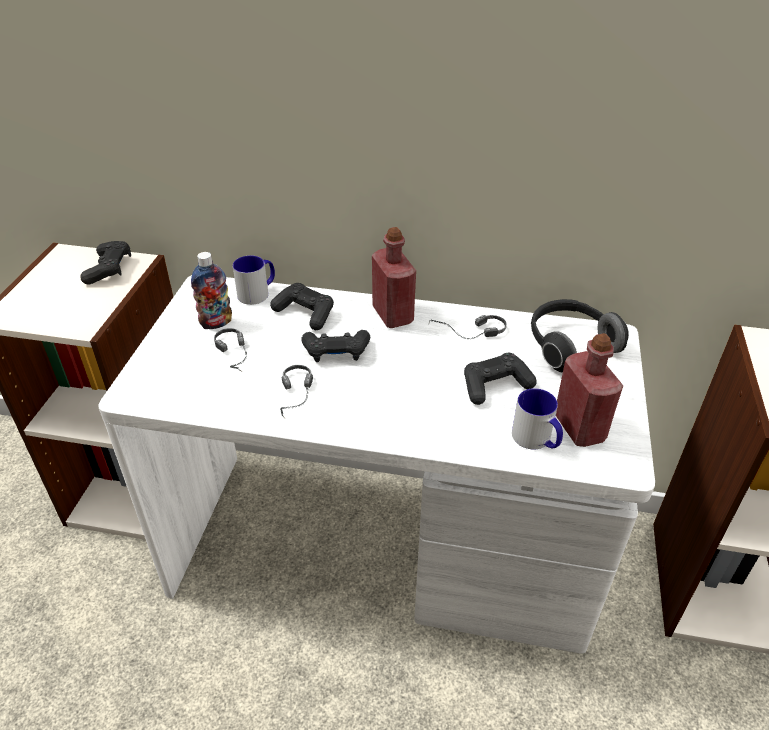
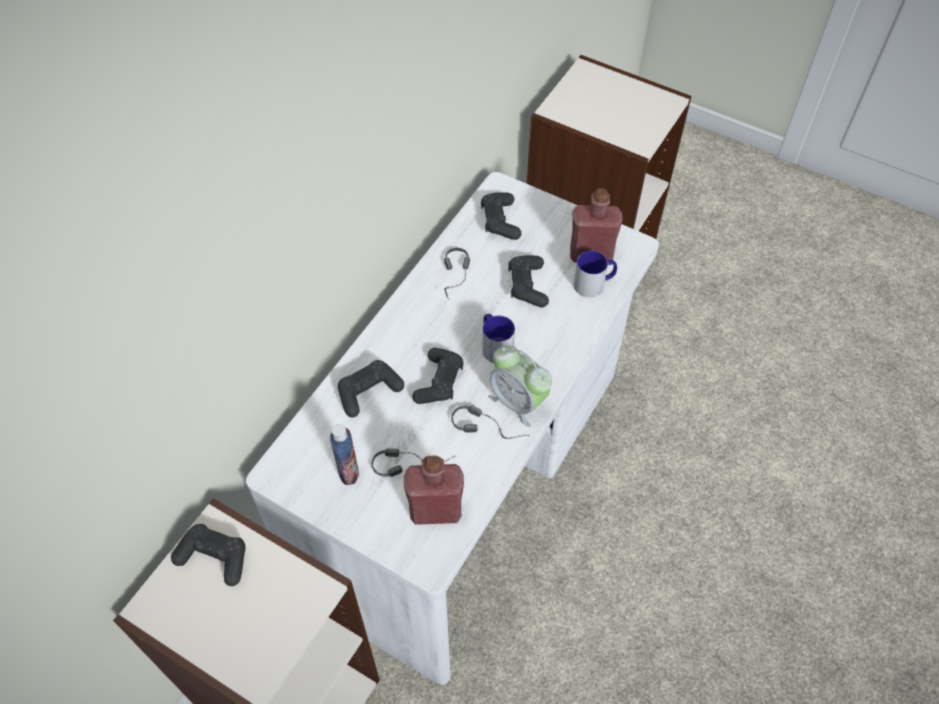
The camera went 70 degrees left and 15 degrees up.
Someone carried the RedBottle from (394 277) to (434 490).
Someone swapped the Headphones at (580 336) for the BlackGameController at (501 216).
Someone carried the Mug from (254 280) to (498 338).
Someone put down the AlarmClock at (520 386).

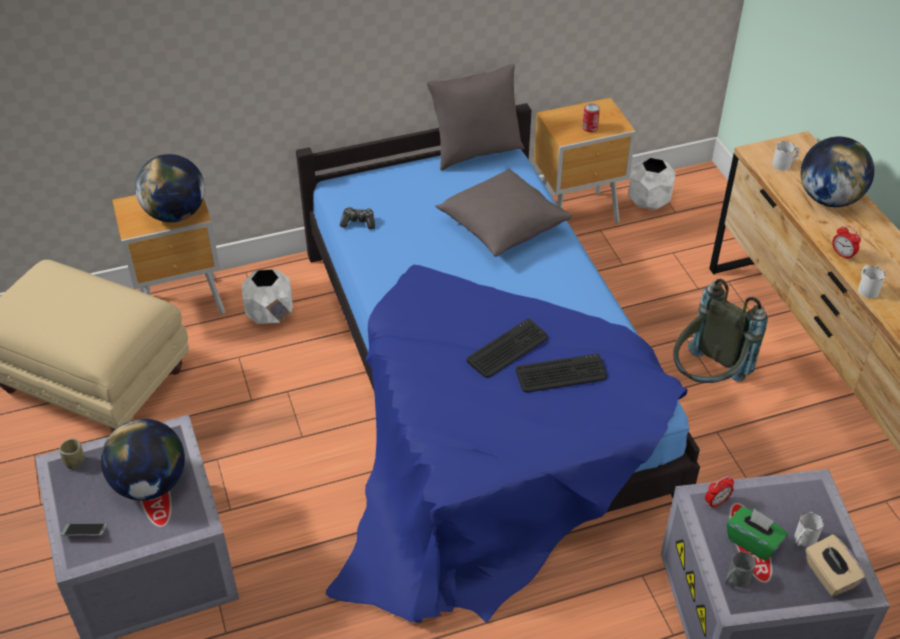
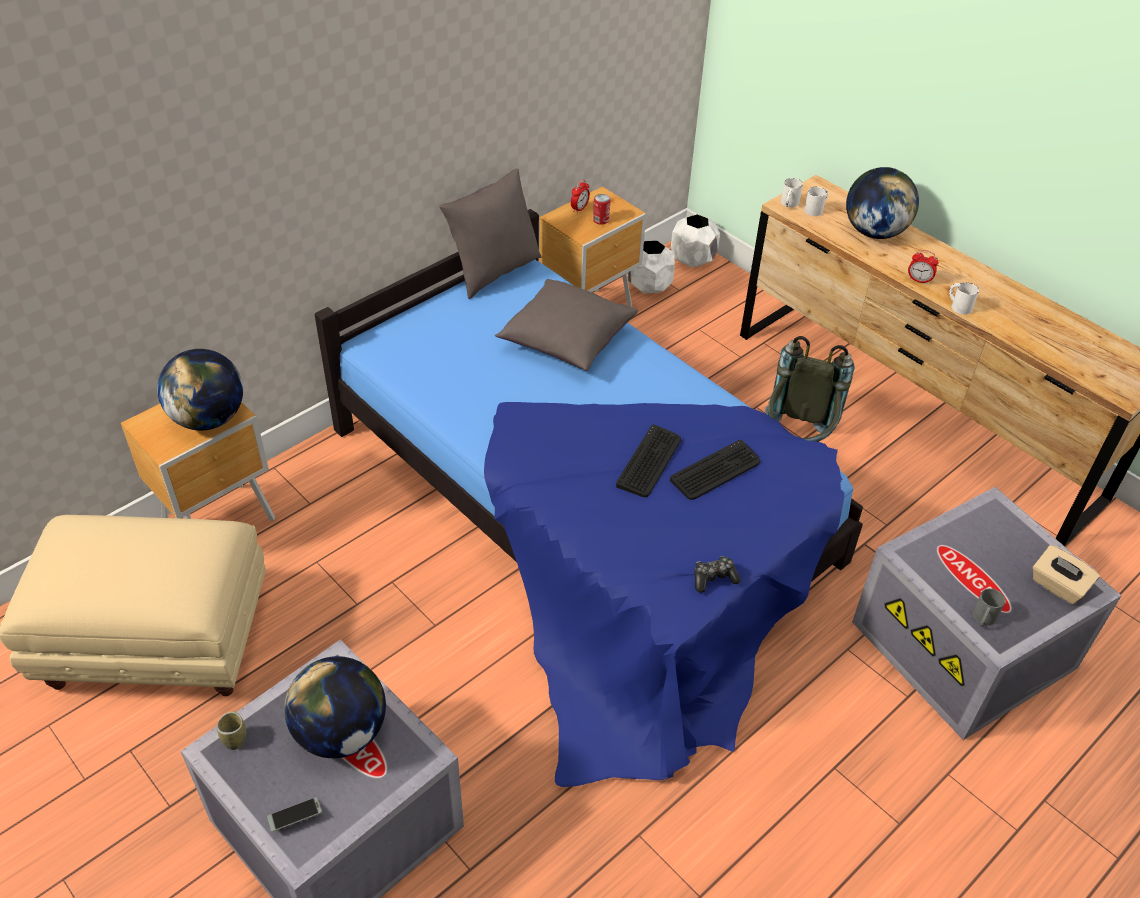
The camera went 25 degrees left and 0 degrees up.
Someone carried the AlarmClock from (719 492) to (580 196).
Someone carried the WhitePlanter from (267 296) to (695 241).
Someone carried the GameController from (357 218) to (717 574).
Someone carried the WhiteMug from (809 529) to (792 192).
Someone took away the GreenTissueBox at (757 534).

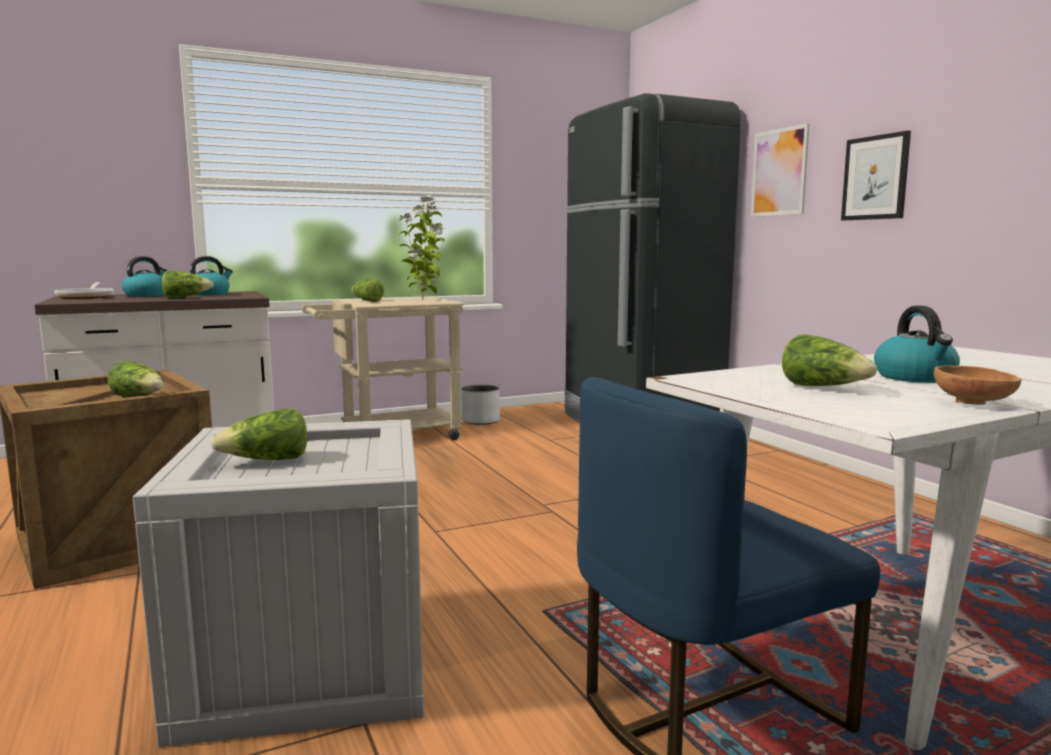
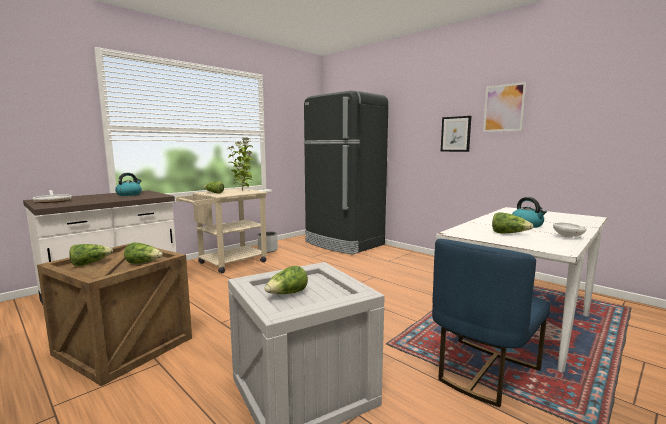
The camera went 20 degrees left and 0 degrees up.
Someone carried the Lettuce from (187 284) to (91 255).
Someone carried the Picture from (780 170) to (505 107).
Someone repainted the BrownBowl at (978 385), which became the WhiteBowl at (570 230).
Someone took away the Kettle at (145 276).

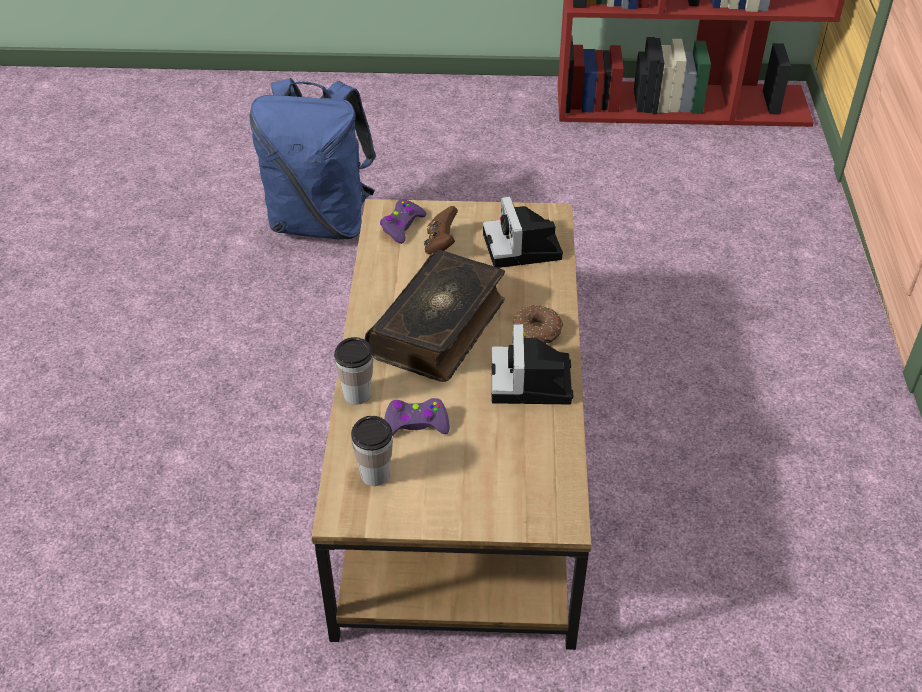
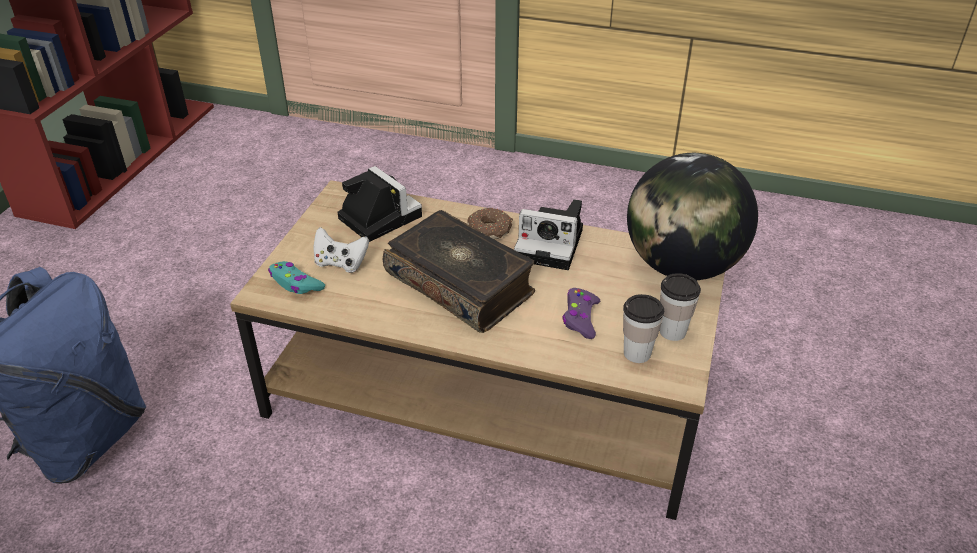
The camera went 75 degrees left and 5 degrees down.
Someone repainted the PurpleGameController at (403 221), which became the TurquoiseGameController at (296 277).
Someone repainted the BrownGameController at (441 230), which became the WhiteGameController at (341 250).
Someone rotated the PhotoCamera at (523 232) by 135 degrees counterclockwise.
Someone put down the Globe at (692 216).
Someone carried the Cup from (353 371) to (680 307).

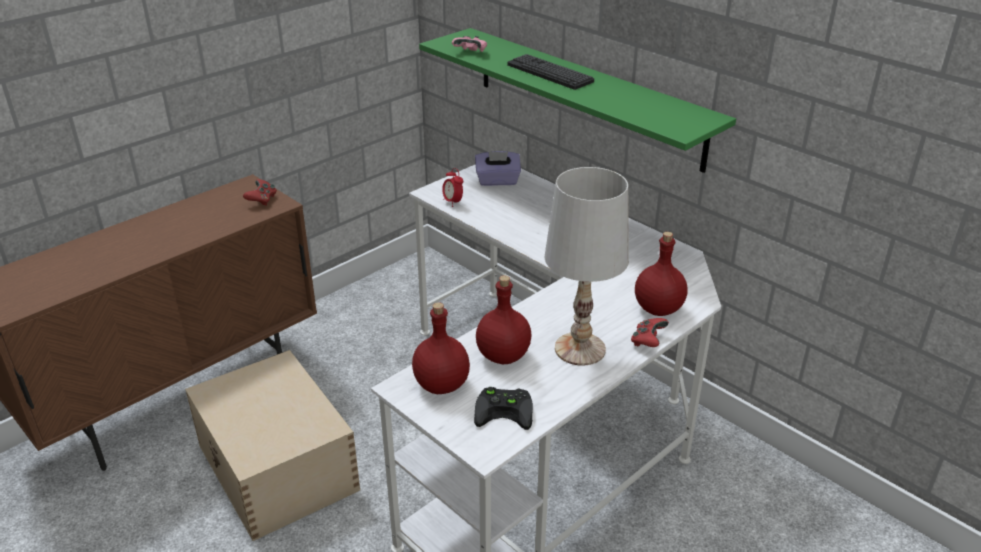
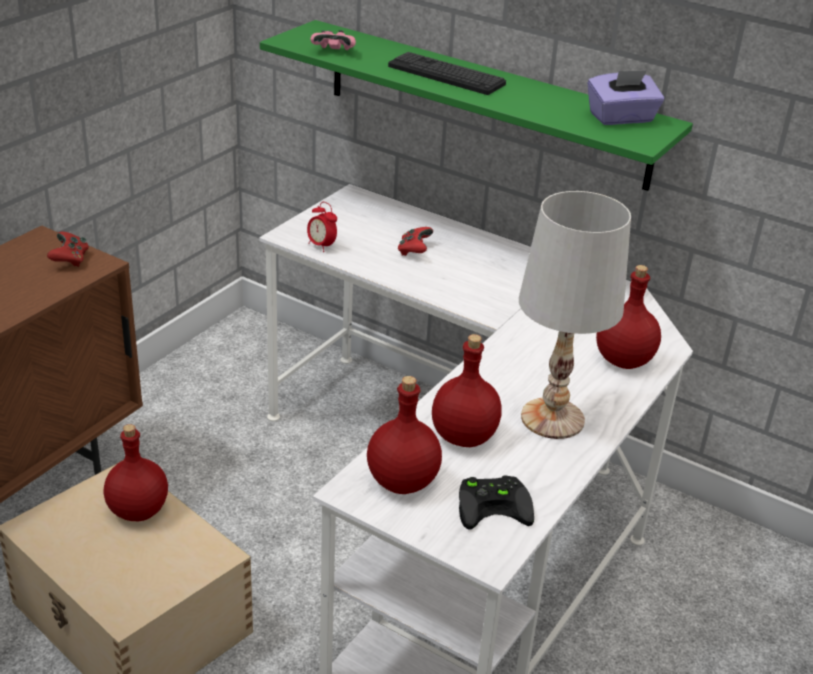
The camera went 15 degrees left and 0 degrees up.
Someone put down the RedBottle at (136 472).
Someone carried the RedGameController from (650 332) to (415 241).
Someone carried the PurpleTissueBox from (498 168) to (626 97).

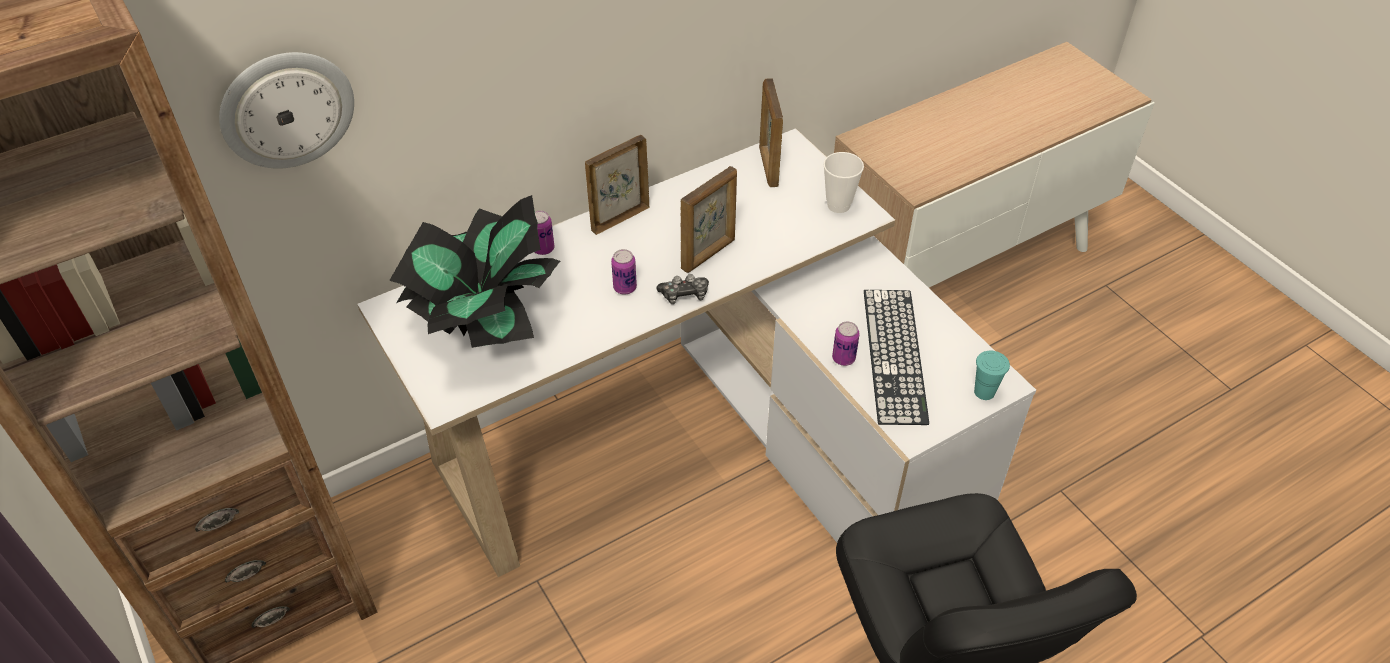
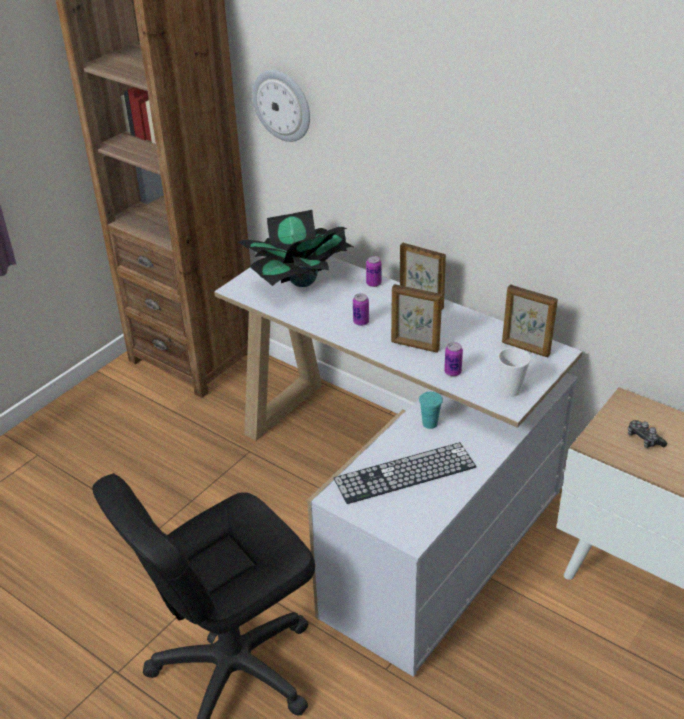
The camera went 70 degrees right and 10 degrees down.
Someone carried the TurquoiseCup from (992 375) to (431 410).
Someone carried the Can from (846 343) to (453 359).
Someone rotated the PictureFrame at (771 132) by 120 degrees counterclockwise.
Someone carried the GameController from (682 289) to (647 434).

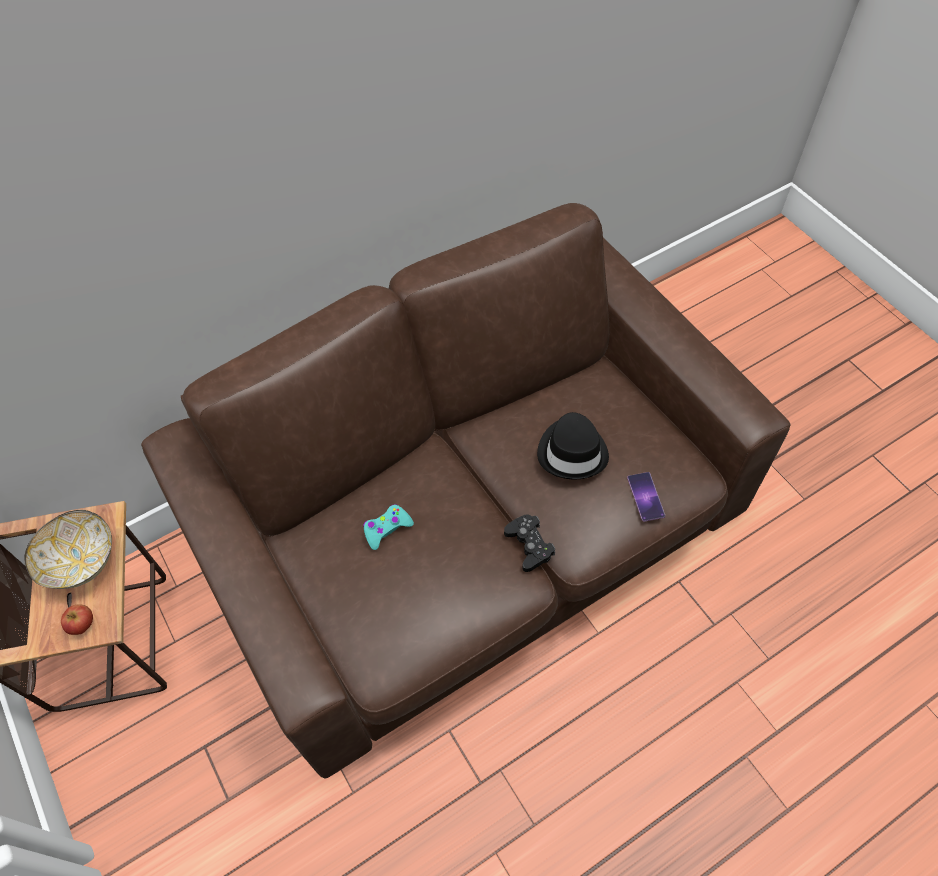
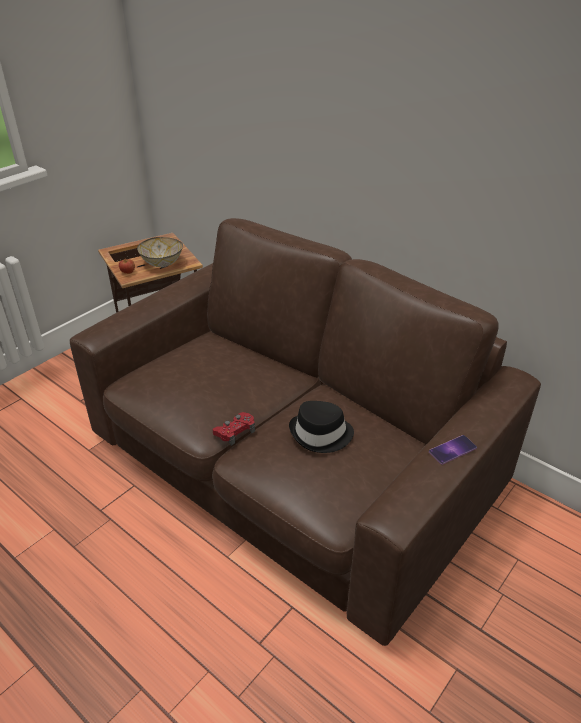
The camera went 70 degrees right and 20 degrees down.
Someone repainted the BlackGameController at (529 543), which became the RedGameController at (233 429).
Someone carried the Phone from (646 497) to (453 450).
Someone took away the TurquoiseGameController at (388 527).

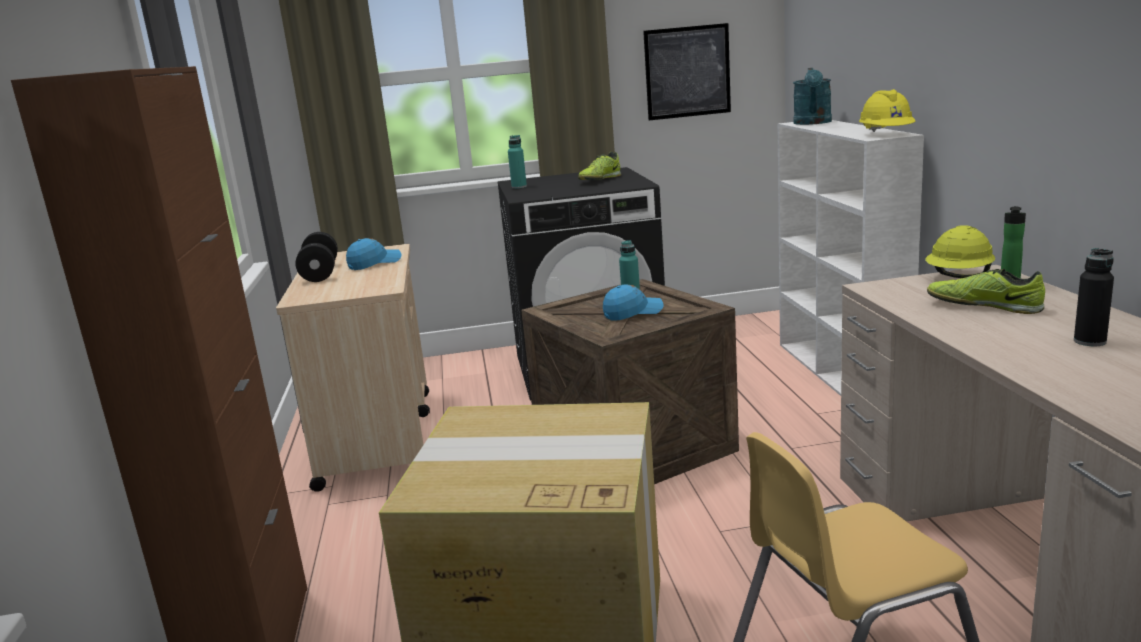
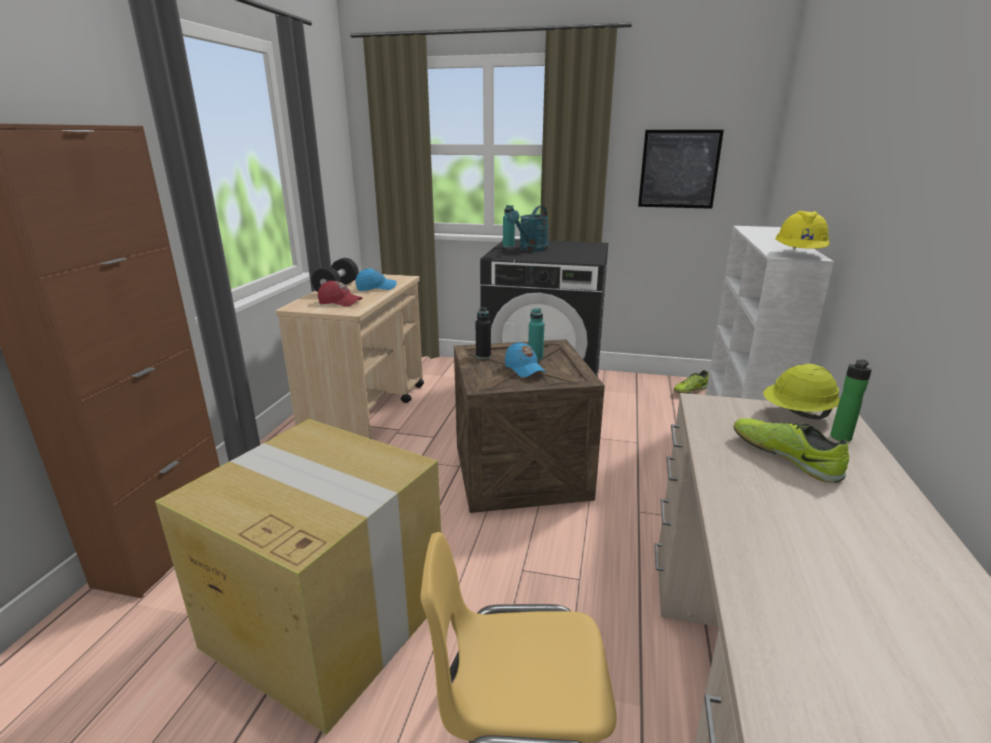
The camera went 20 degrees right and 5 degrees up.
Someone put down the RedCap at (340 293).
Someone carried the BlackBottle from (1094 297) to (483 333).
Someone rotated the BlueCap at (633 302) by 60 degrees clockwise.
Someone carried the TurquoiseWateringCan from (812 96) to (528 228).
Someone carried the Shoe from (599 166) to (691 382).

